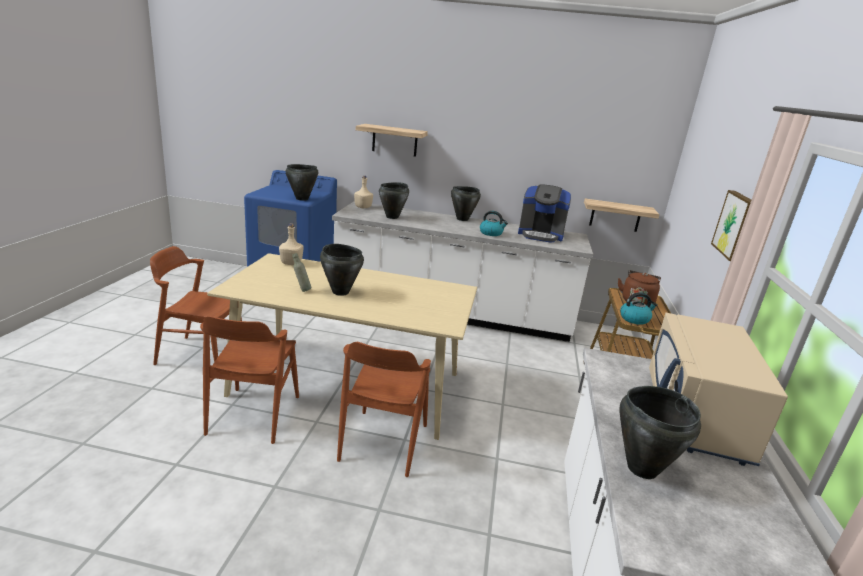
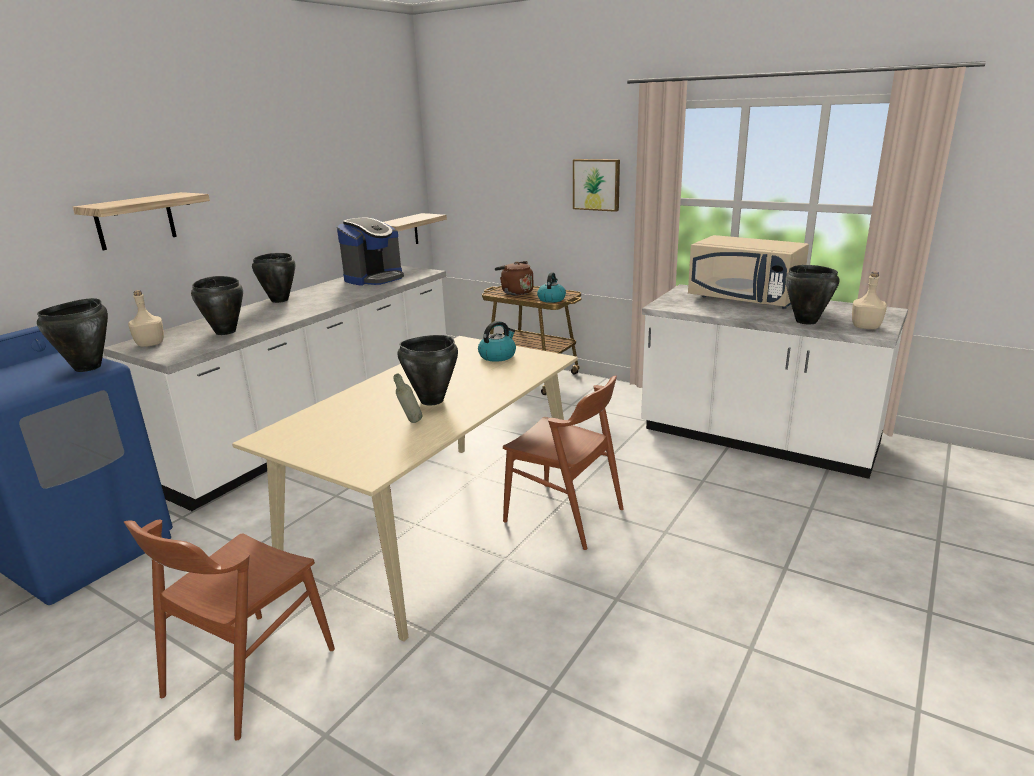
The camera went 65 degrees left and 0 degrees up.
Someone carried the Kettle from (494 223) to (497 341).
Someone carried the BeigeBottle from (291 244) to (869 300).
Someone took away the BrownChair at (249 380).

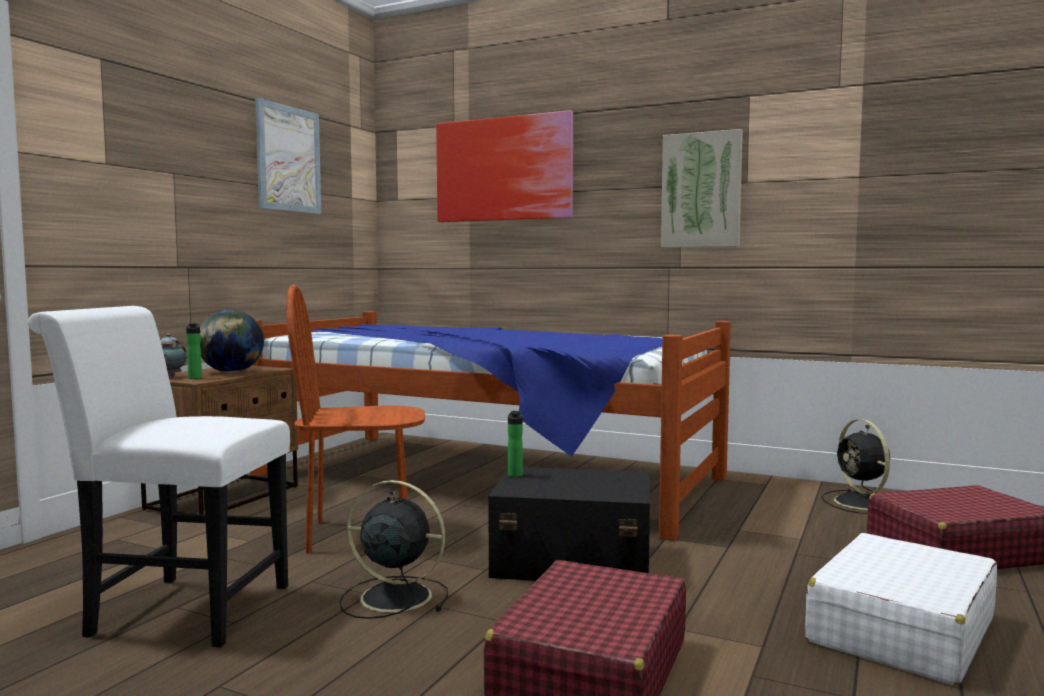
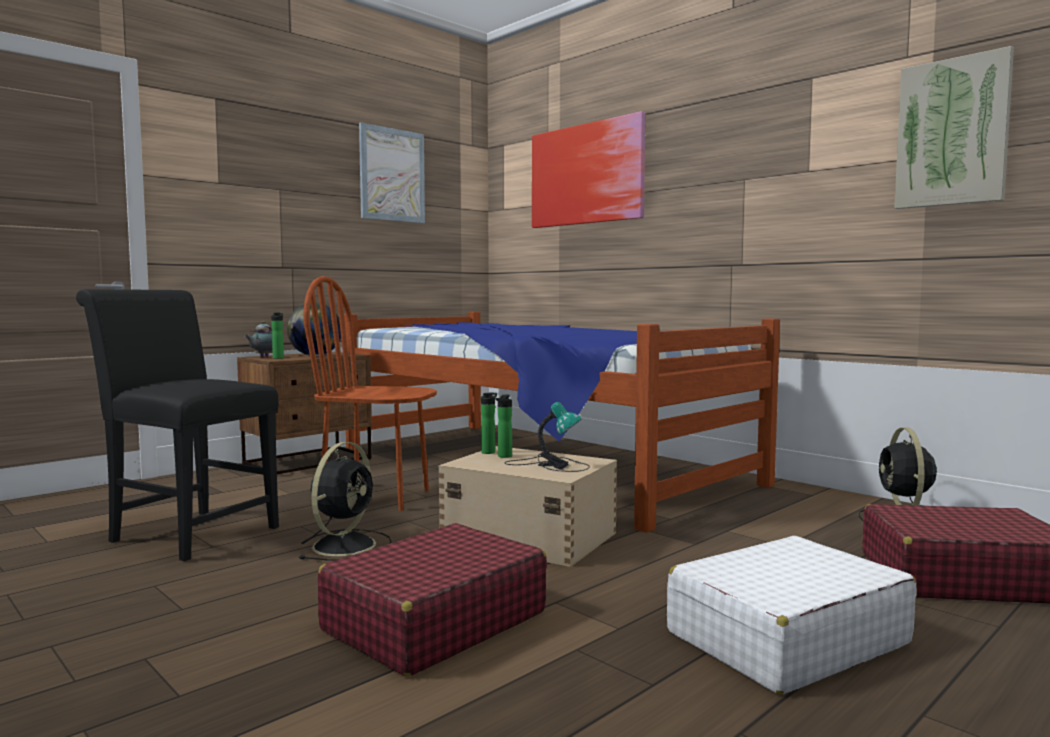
The camera went 20 degrees right and 0 degrees up.
Someone repainted the WhiteChair at (158 477), which became the BlackChair at (177 425).
Someone rotated the BlackFan at (393 549) by 75 degrees clockwise.
Someone repainted the BlackStorageBox at (569 524), which became the BeigeStorageBox at (527 506).
Someone put down the Bottle at (503 426).
Someone put down the TableLamp at (547 437).
Someone carried the Picture from (702 188) to (954 127).

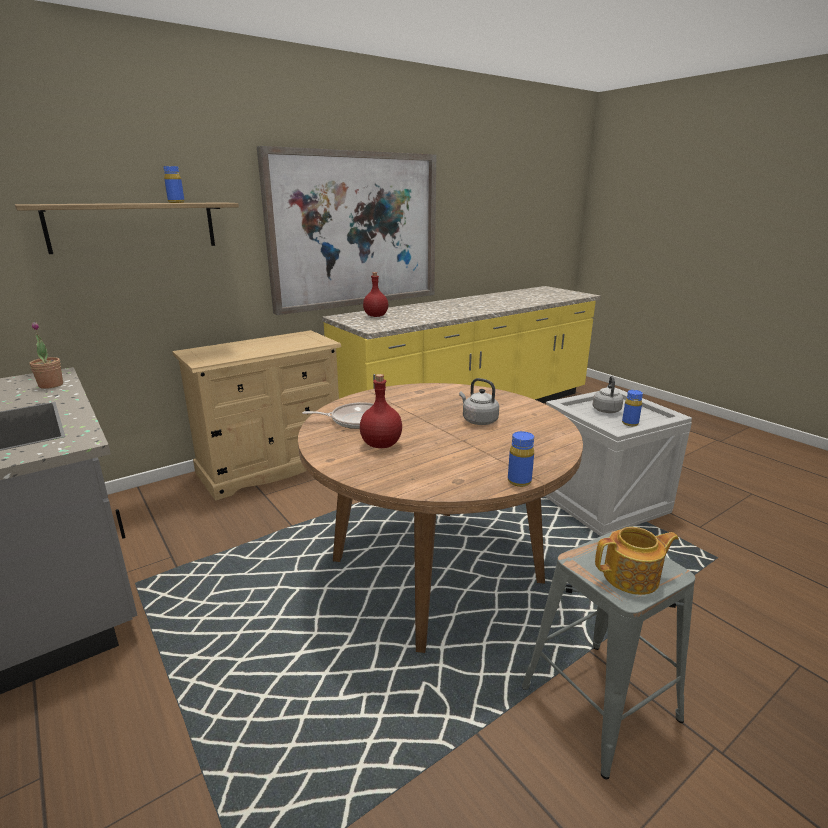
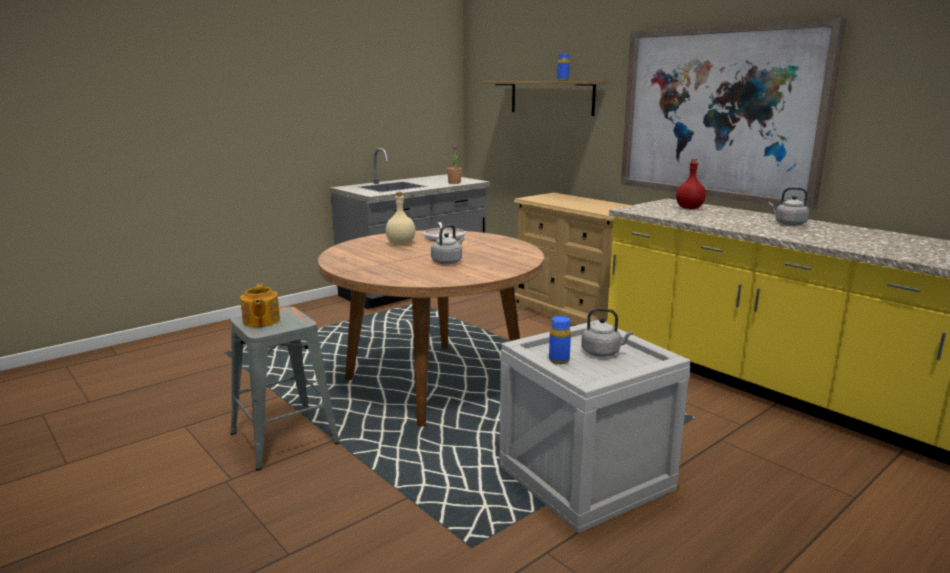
The camera went 85 degrees right and 5 degrees down.
Someone repainted the RedBottle at (381 411), which became the BeigeBottle at (400 218).
Someone put down the GreyKettle at (788 206).
Someone took away the BlueBottle at (521 459).

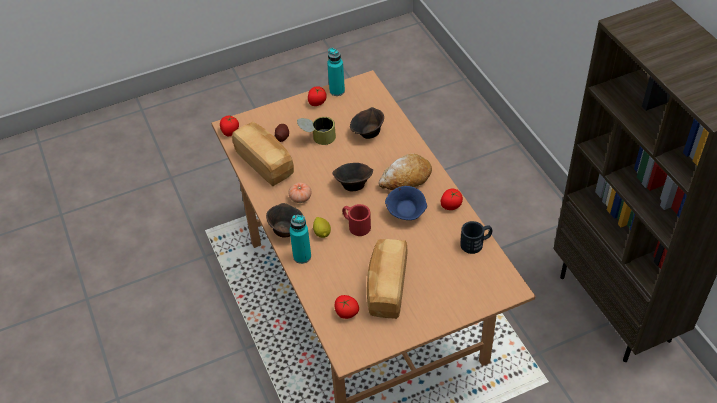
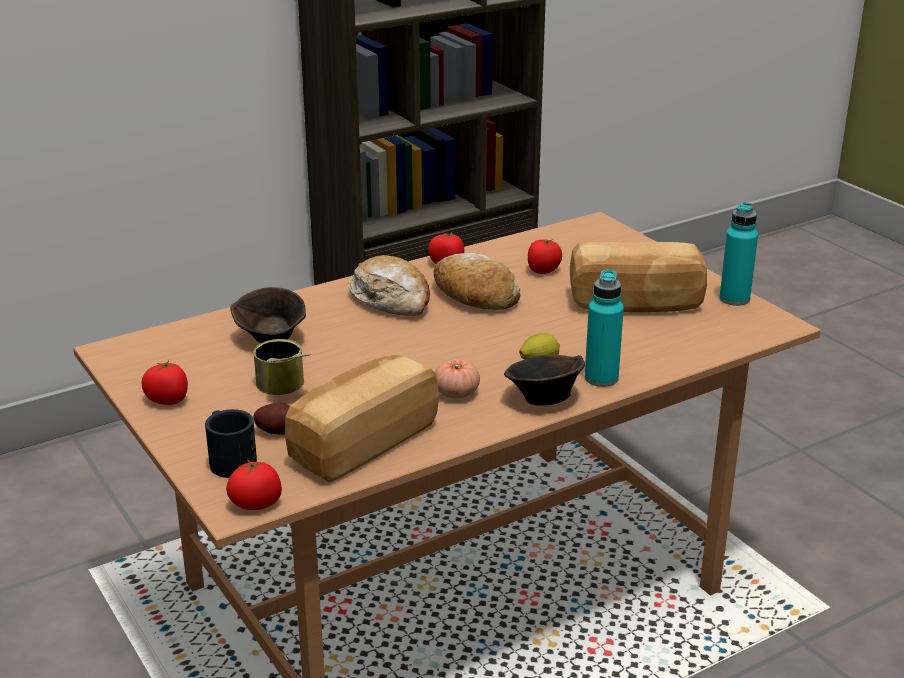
The camera went 100 degrees left and 20 degrees down.
Someone carried the BlackMug from (476 237) to (231 443).
Someone swapped the BlueBowl at (406 203) for the Bread at (476 281).
Someone carried the Tomato from (346 307) to (545 256).
Someone carried the TurquoiseBottle from (336 72) to (738 254).
Someone took away the BrownBowl at (352 177).
Someone took away the RedMug at (356 220).

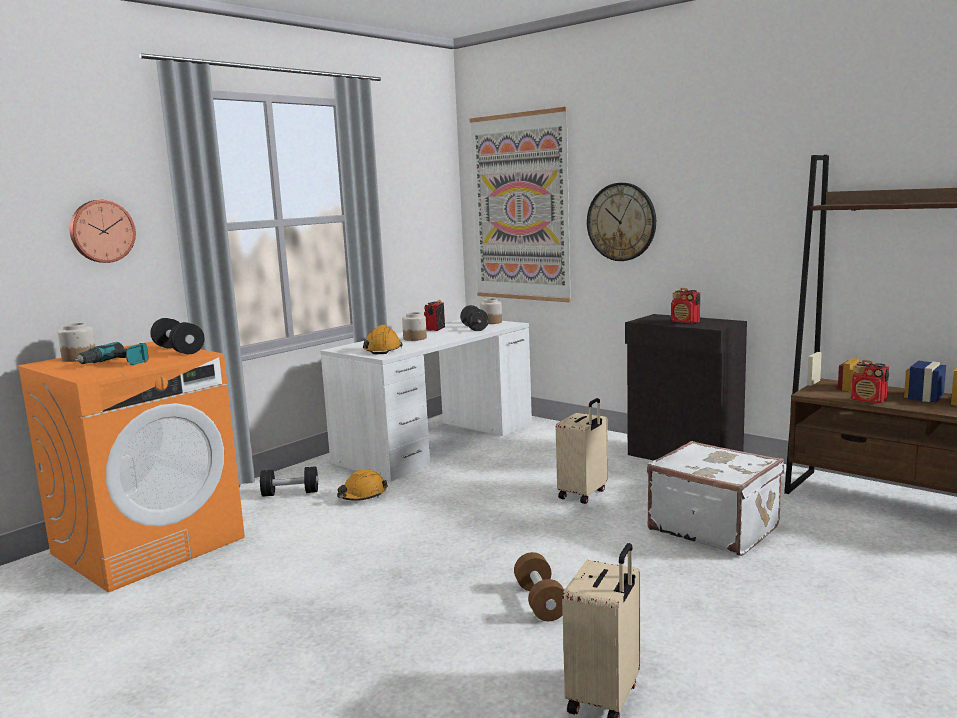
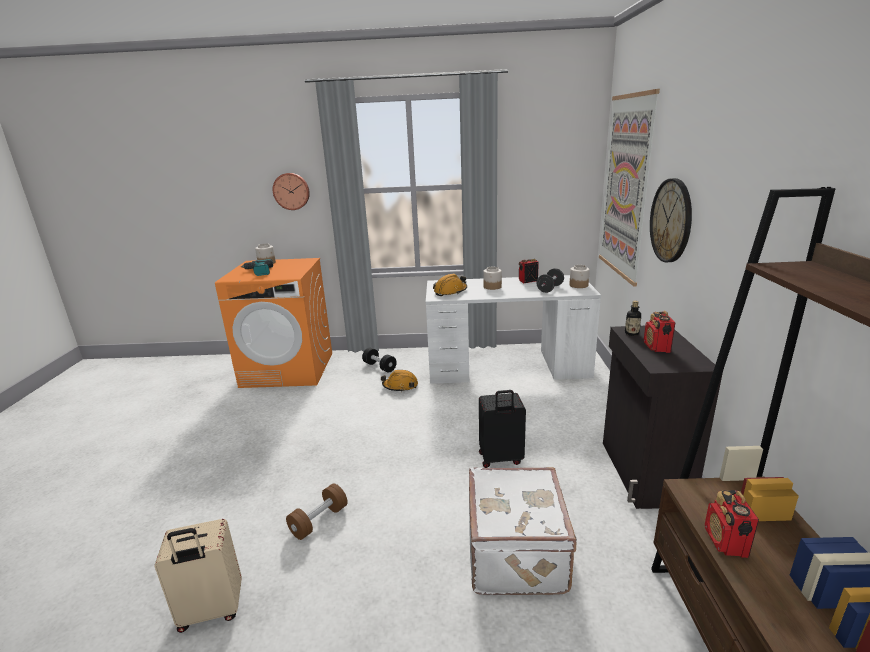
The camera went 50 degrees right and 10 degrees up.
Someone repainted the BeigeSuitcase at (582 451), which became the BlackSuitcase at (502 429).
Someone put down the Bottle at (633 318).
Someone took away the BlackDumbbell at (177 336).

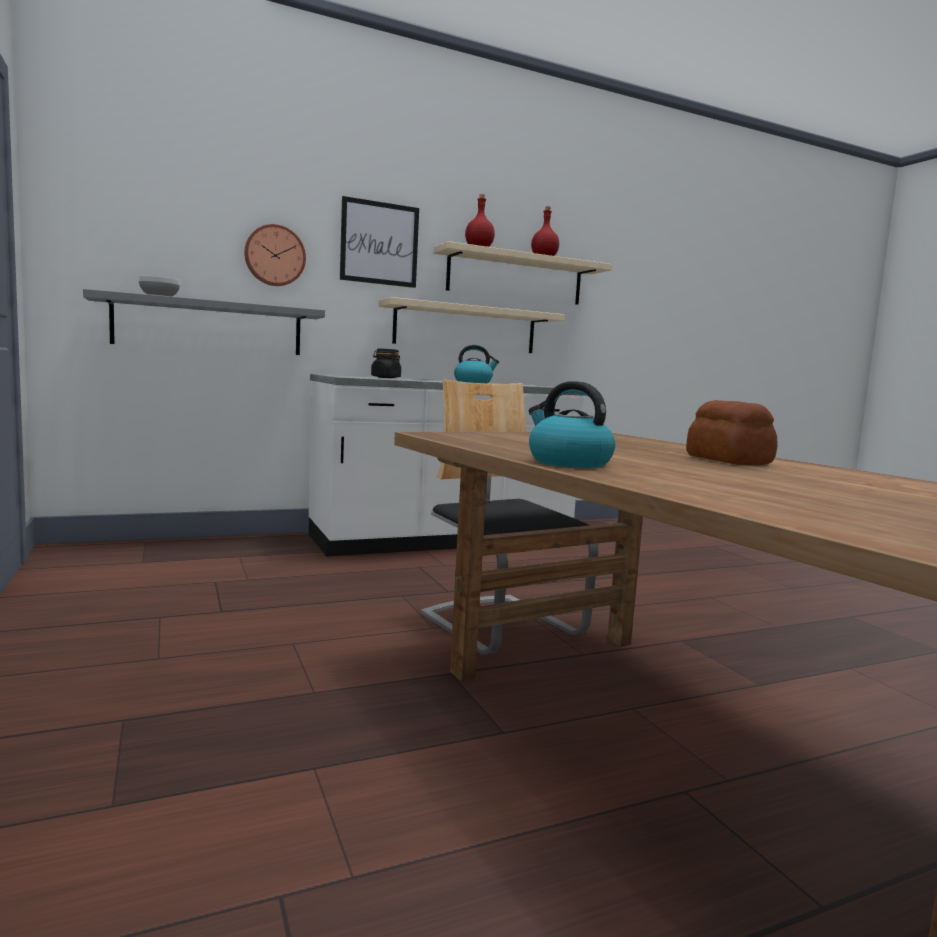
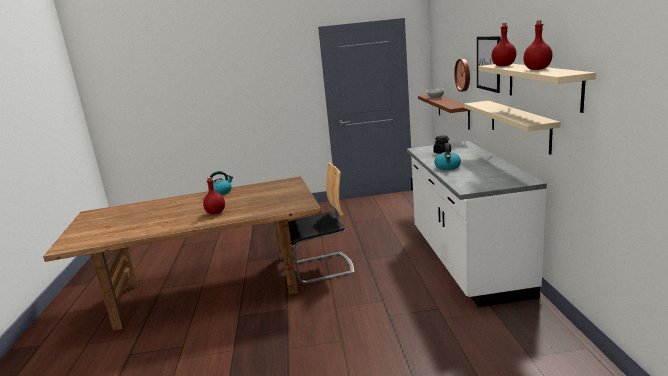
The camera went 110 degrees right and 10 degrees up.
Someone swapped the Bread at (732 432) for the RedBottle at (214 195).
Someone repainted the GreyShelf at (204 322), which became the BrownShelf at (444 112).

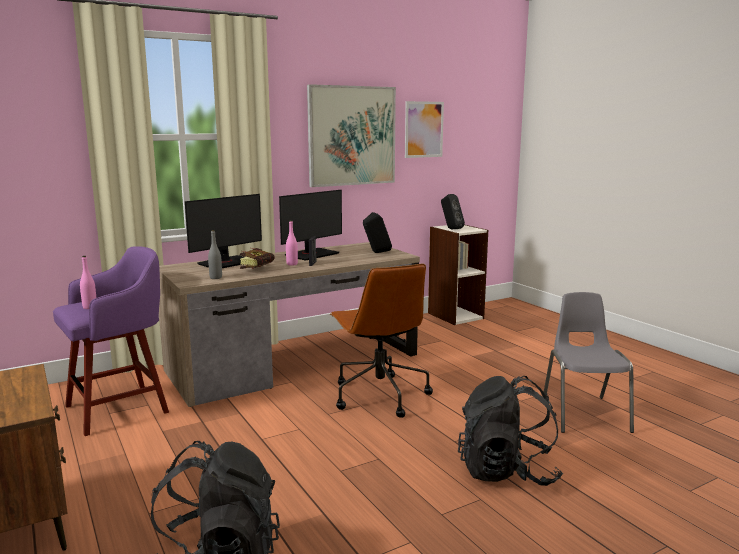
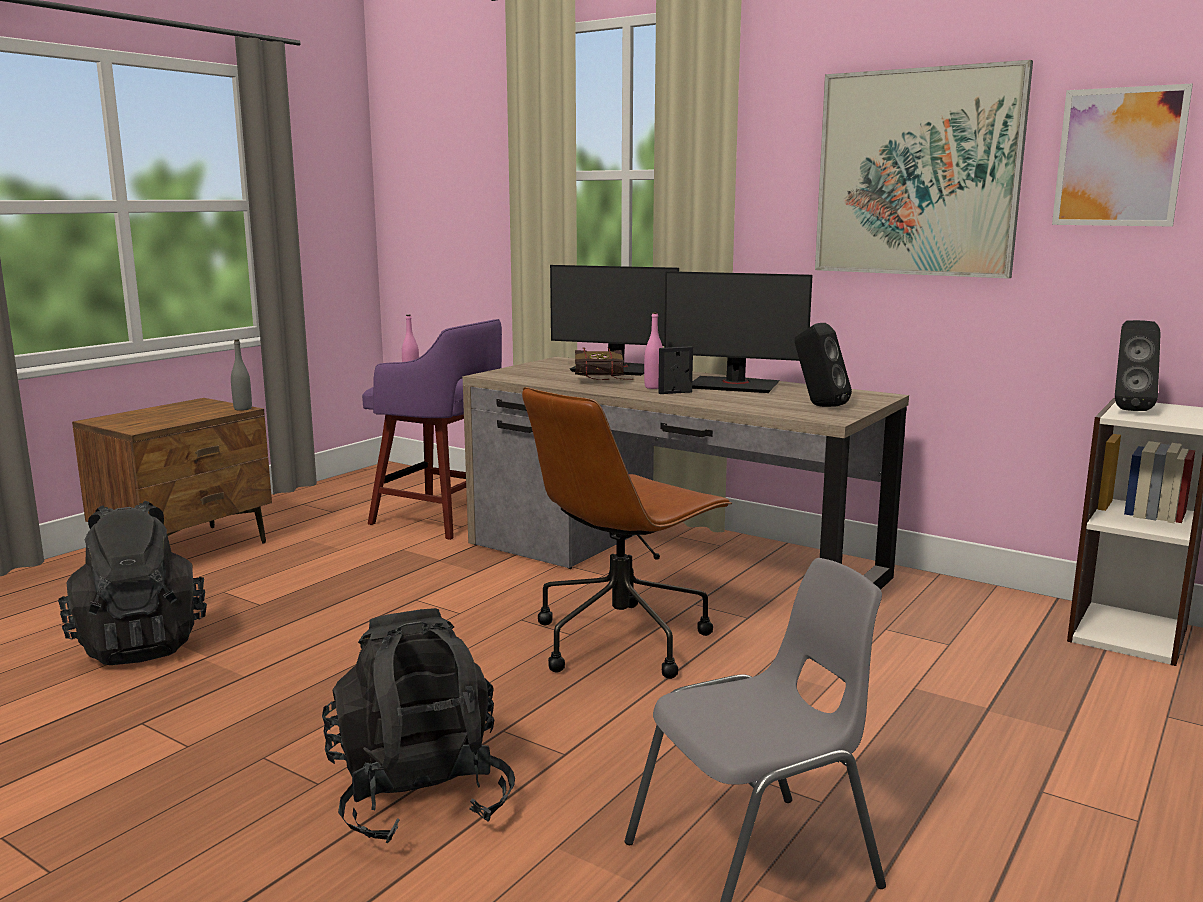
The camera went 65 degrees right and 0 degrees up.
Someone carried the GreyBottle from (215 254) to (241 375).

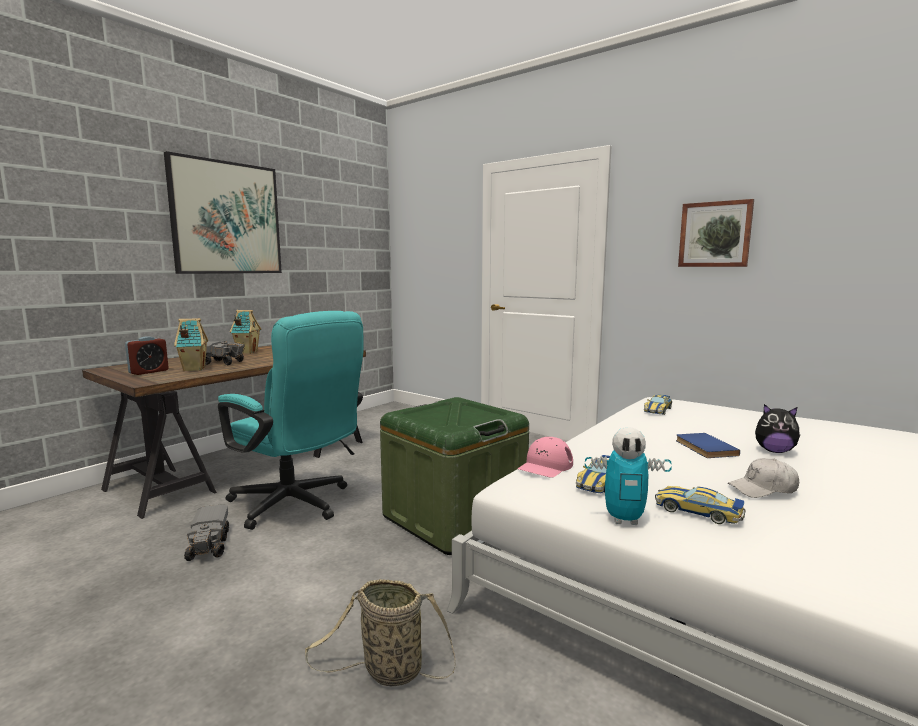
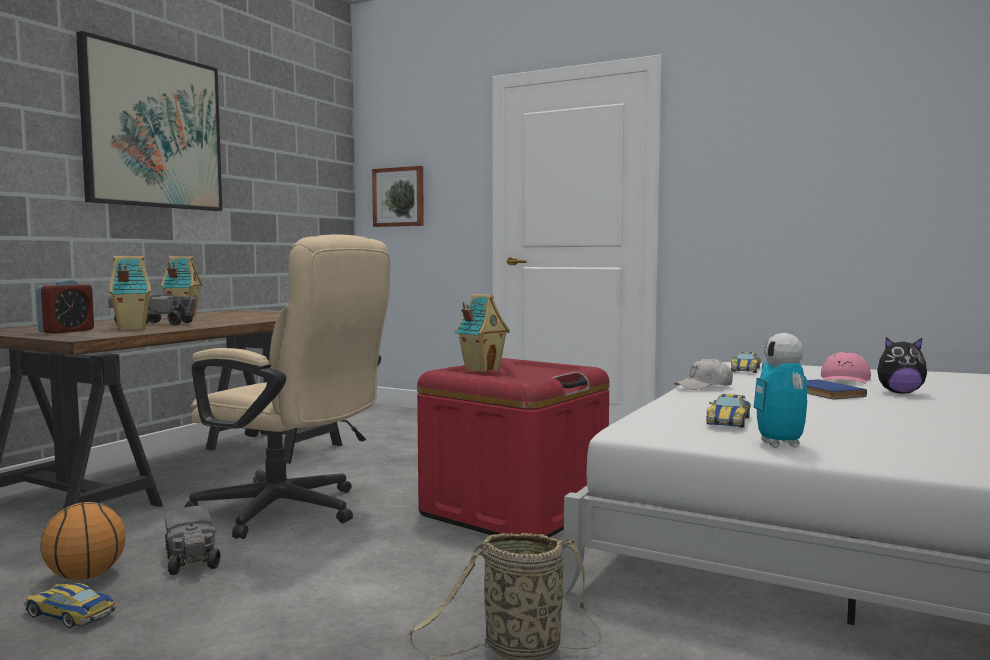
The camera went 10 degrees left and 5 degrees down.
Someone carried the ToyCar from (700 505) to (70 605).
Someone put down the Basketball at (83 541).
Someone repainted the TurquoiseOfficeChair at (290 420), which became the BeigeOfficeChair at (287 386).
Someone carried the Picture from (716 233) to (398 196).
Someone repainted the GreenStorageBox at (454 476), which became the RedStorageBox at (513 447).
Someone put down the ToyHouse at (482 333).
Someone carried the WhiteCap from (763 478) to (703 373).
Someone rotated the ToyRobot at (628 476) by 90 degrees clockwise.
Someone carried the PinkCap from (545 457) to (846 368).

